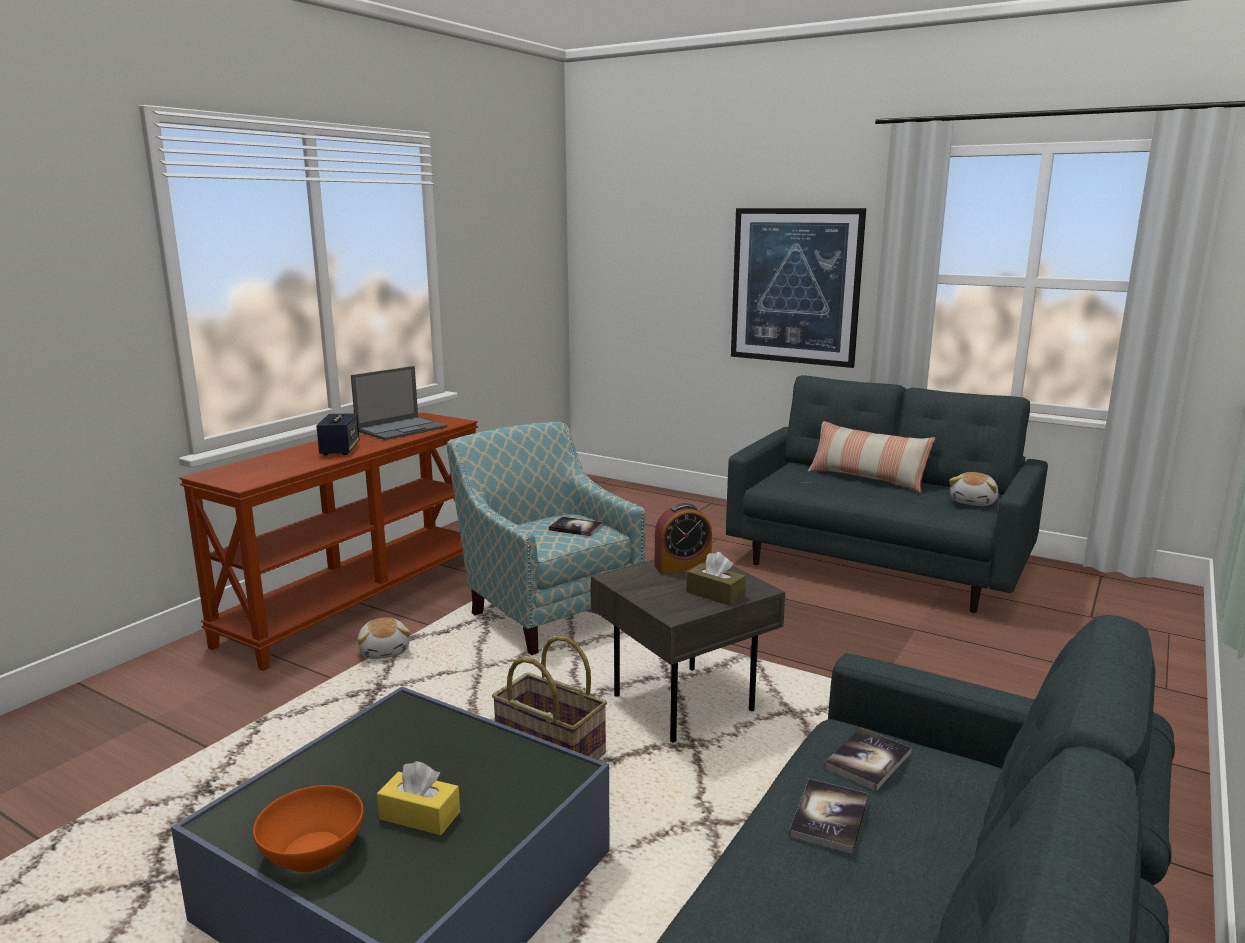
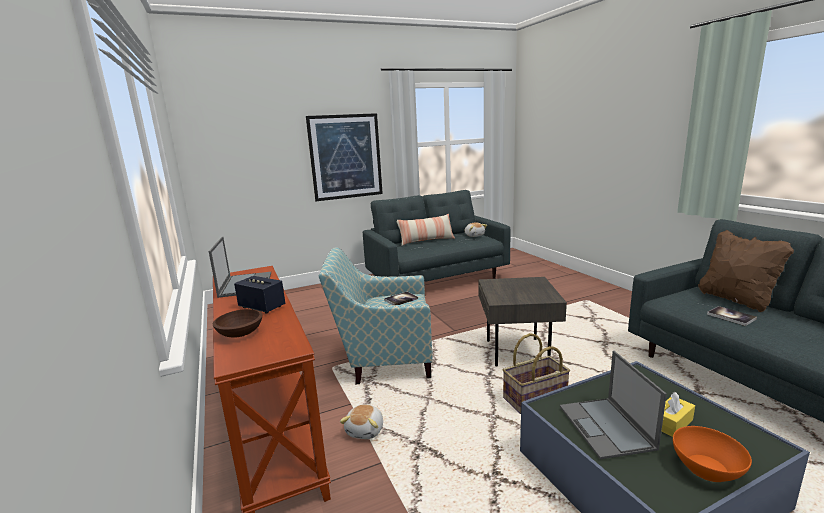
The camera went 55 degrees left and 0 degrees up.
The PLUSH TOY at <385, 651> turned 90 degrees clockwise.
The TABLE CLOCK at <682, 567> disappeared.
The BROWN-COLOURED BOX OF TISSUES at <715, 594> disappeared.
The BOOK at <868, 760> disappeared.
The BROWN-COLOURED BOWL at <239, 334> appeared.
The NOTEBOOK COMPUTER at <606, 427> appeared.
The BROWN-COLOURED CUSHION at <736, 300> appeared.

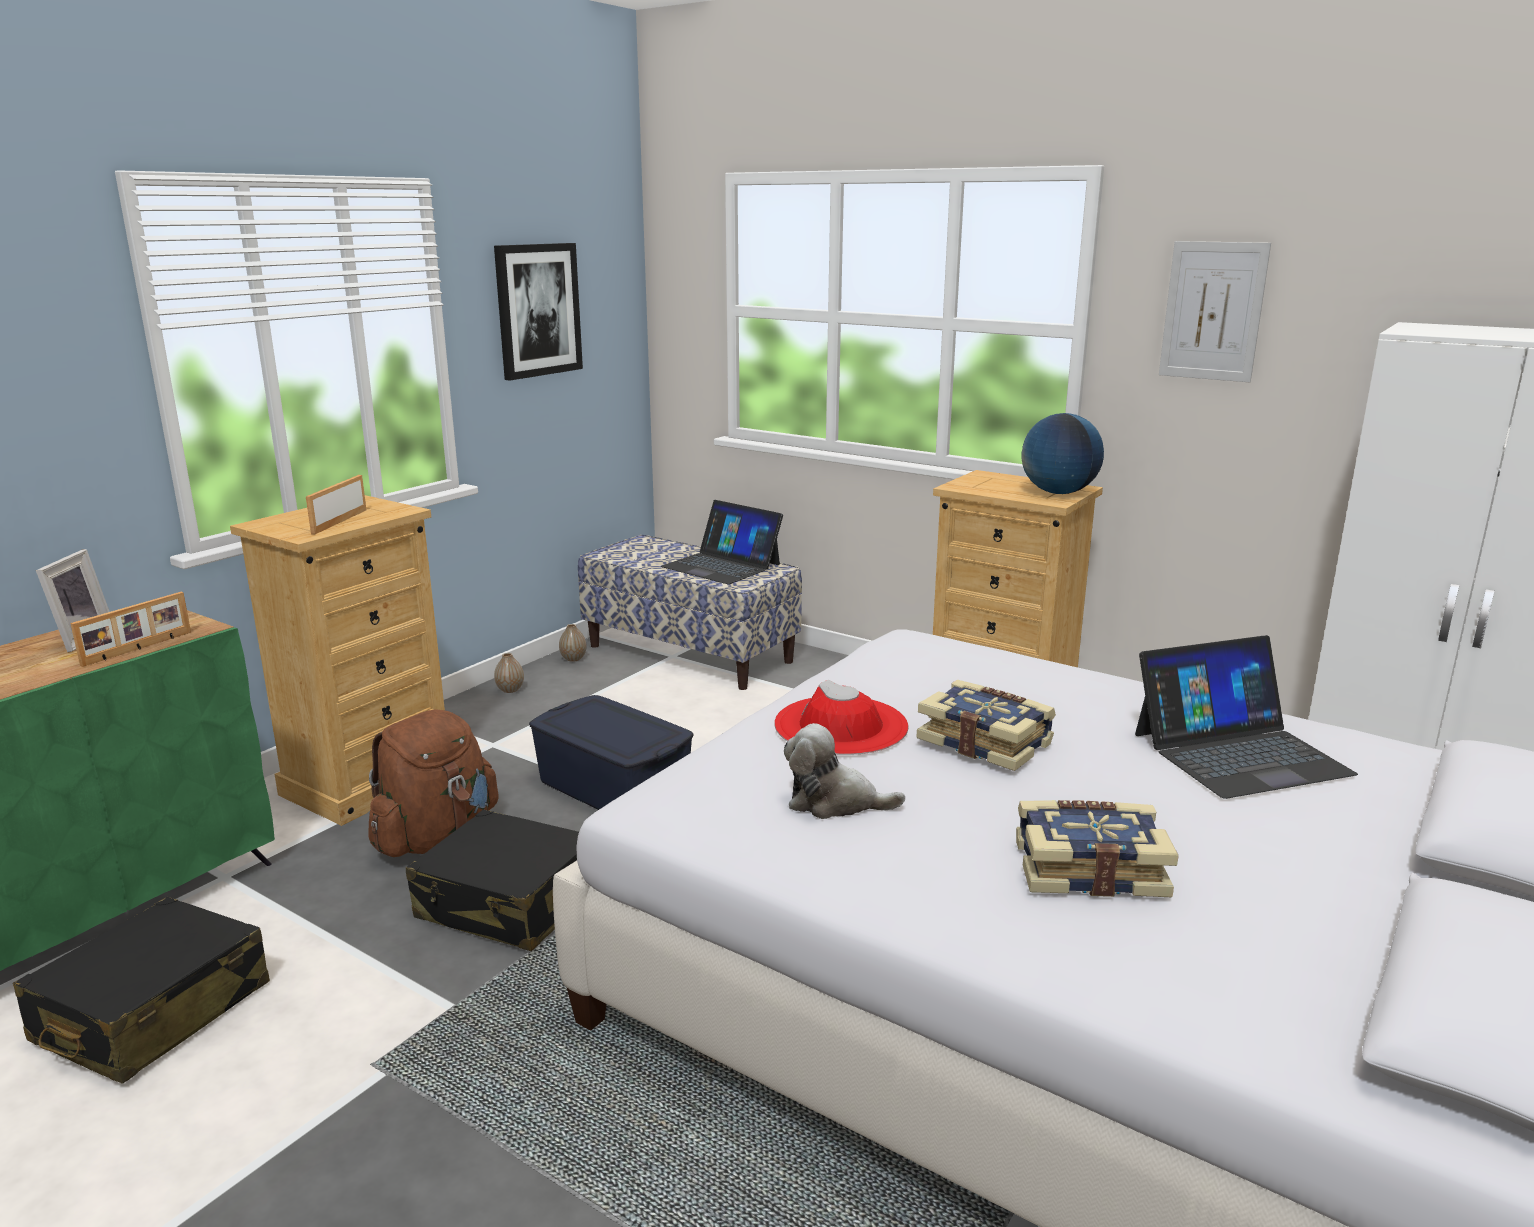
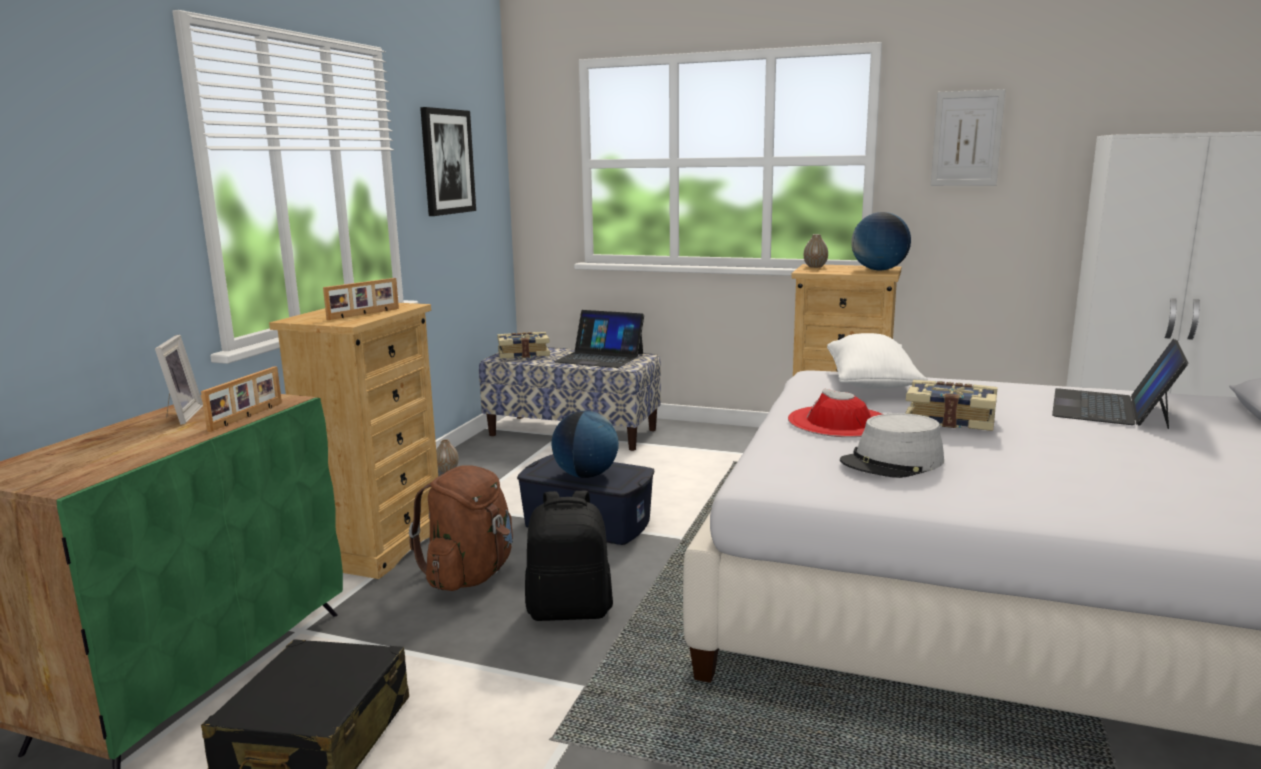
The camera went 15 degrees left and 5 degrees down.
The STANDING FRAME at <338, 521> turned 135 degrees counterclockwise.
The BLACK-COLOURED SUITCASE at <509, 903> was replaced by the BLACK-COLOURED BACKPACK at <570, 610>.
The FLOWER VASE moved from <573, 659> to <815, 267>.
The PLUSH TOY at <834, 802> was replaced by the GREYISH WEARABLE HAT at <892, 462>.
The BOOK moved from <1089, 868> to <523, 354>.
The NOTEBOOK COMPUTER at <1239, 753> turned 150 degrees clockwise.
The WORLD GLOBE at <586, 475> appeared.
The WHITISH CUSHION at <871, 383> appeared.

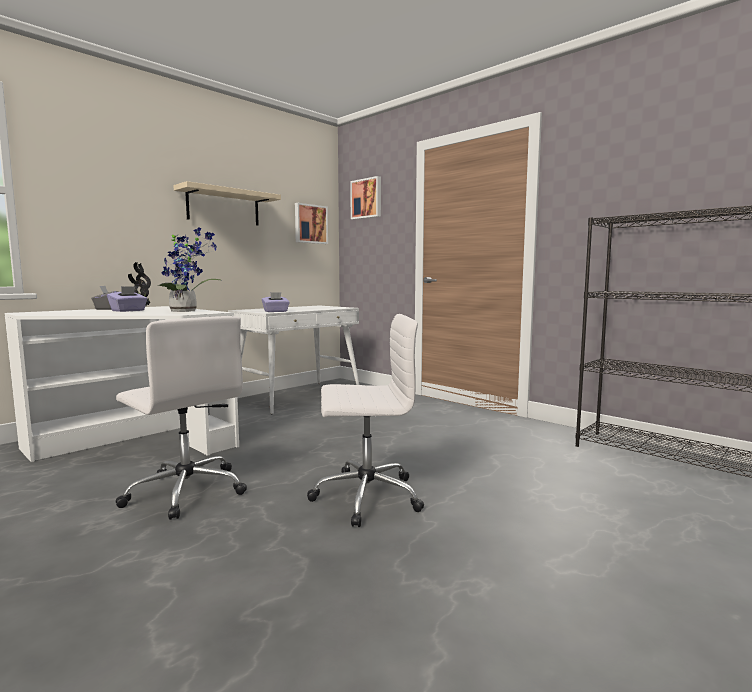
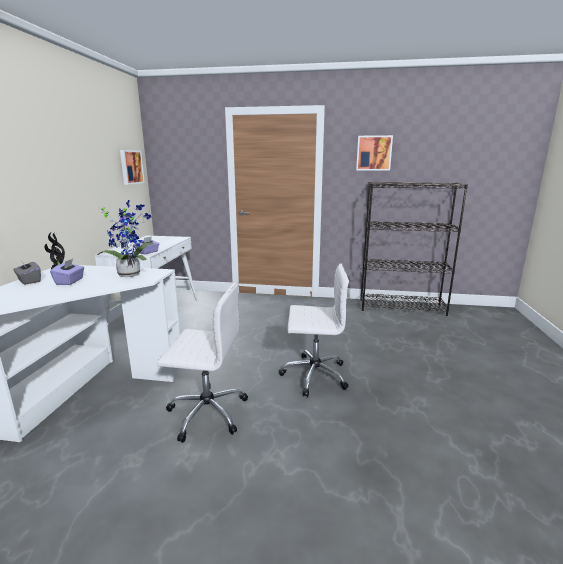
The camera went 35 degrees left and 10 degrees up.
The BEIGE BRACKET SHELF at <223, 207> disappeared.
The WHITISH DESK CHAIR at <365, 496> turned 45 degrees clockwise.
The WALL PICTURE moved from <367, 198> to <374, 153>.

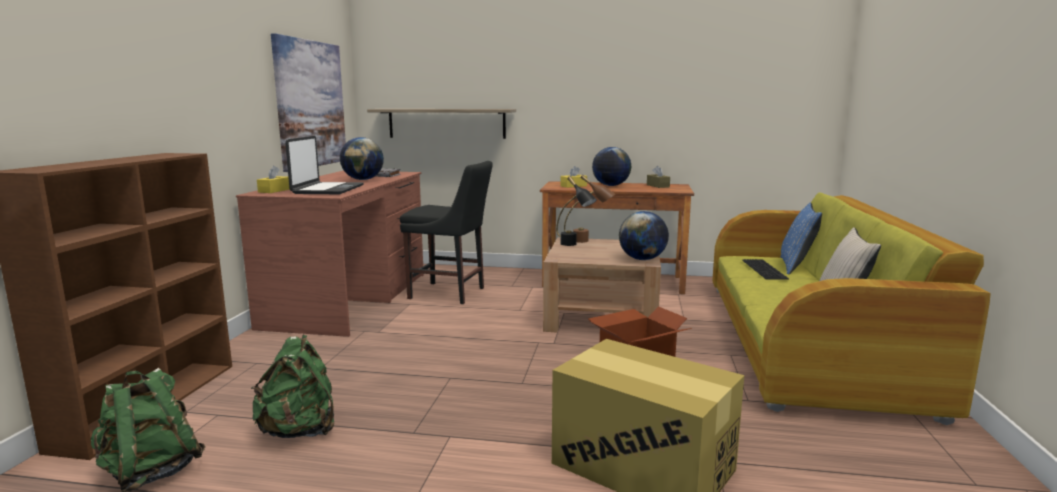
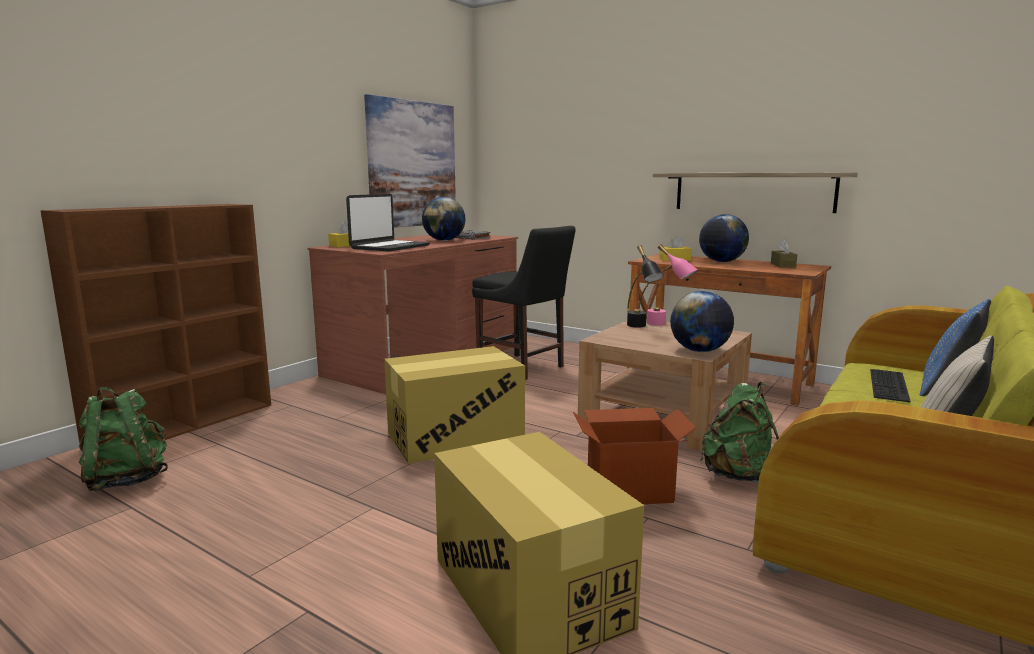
The camera went 25 degrees right and 0 degrees up.
The GREEN BACKPACK moved from <299, 431> to <739, 476>.
The BRACKET SHELF moved from <446, 123> to <752, 192>.
The BROWN-COLOURED TABLE LAMP at <588, 241> became the PINKISH TABLE LAMP at <664, 324>.
The PACKING BOX at <454, 437> appeared.

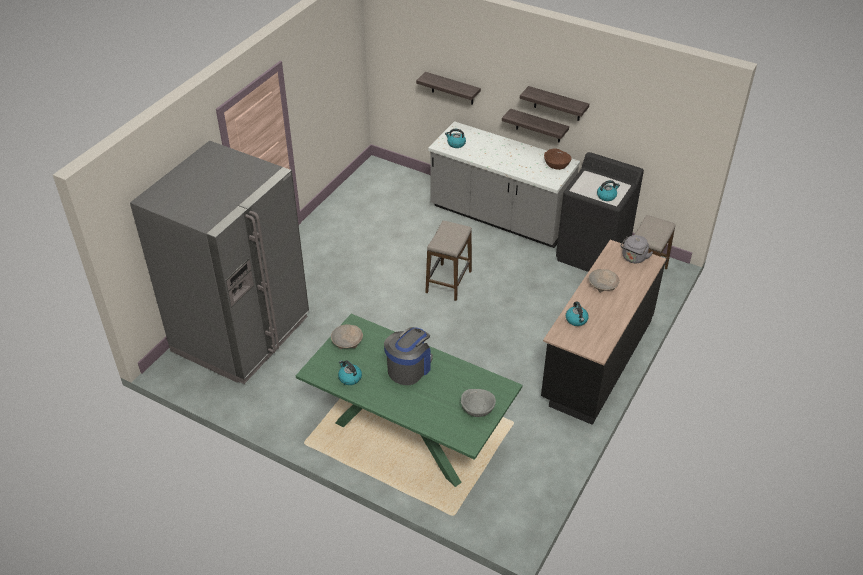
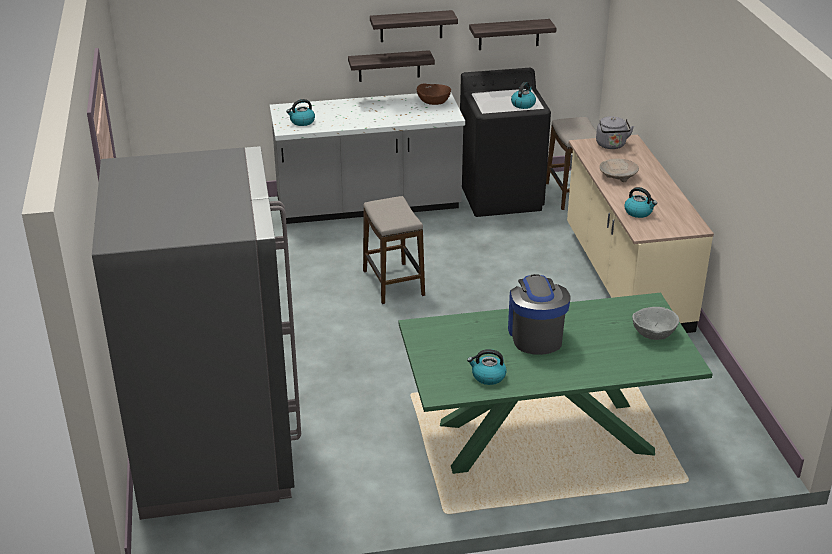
The camera went 40 degrees left and 10 degrees down.
The BEIGE BOWL at <347, 341> disappeared.
The BRACKET SHELF moved from <452, 88> to <509, 34>.
The BLACK-COLOURED KITCHEN COUNTER at <596, 359> became the BEIGE KITCHEN COUNTER at <625, 278>.

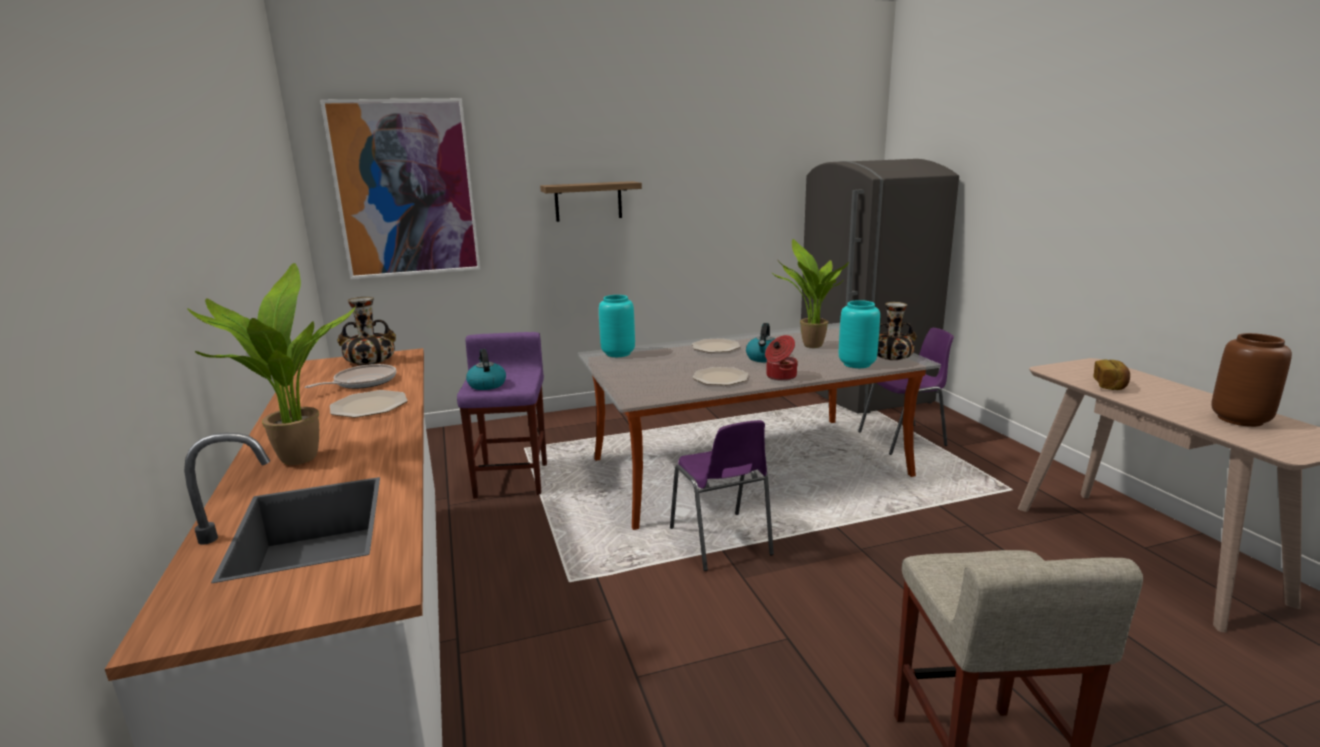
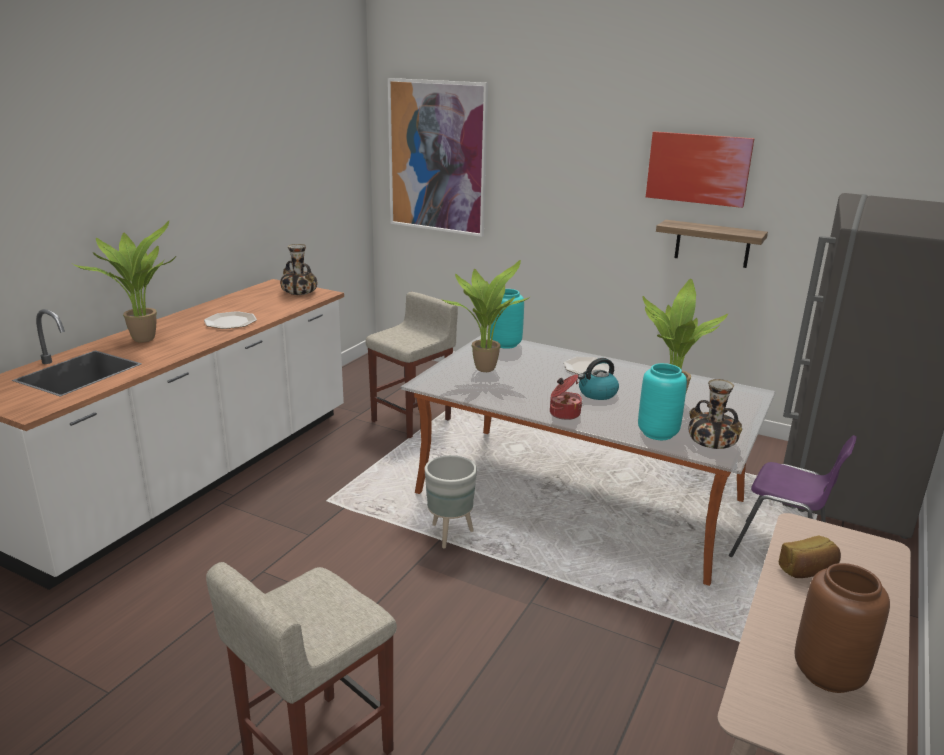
The camera went 45 degrees right and 5 degrees up.
The FRYING PAN at <362, 382> disappeared.
The PURPLE STOOL SEAT at <512, 480> became the BEIGE STOOL SEAT at <412, 420>.
The KETTLE at <486, 384> disappeared.
The BRACKET SHELF moved from <588, 201> to <712, 244>.
The PURPLE CHAIR at <721, 542> was replaced by the GREYISH PLANT POT at <449, 534>.
The FLAT DISH at <720, 377> disappeared.
The HOUSEPLANT at <484, 368> appeared.
The WALL PICTURE at <698, 168> appeared.

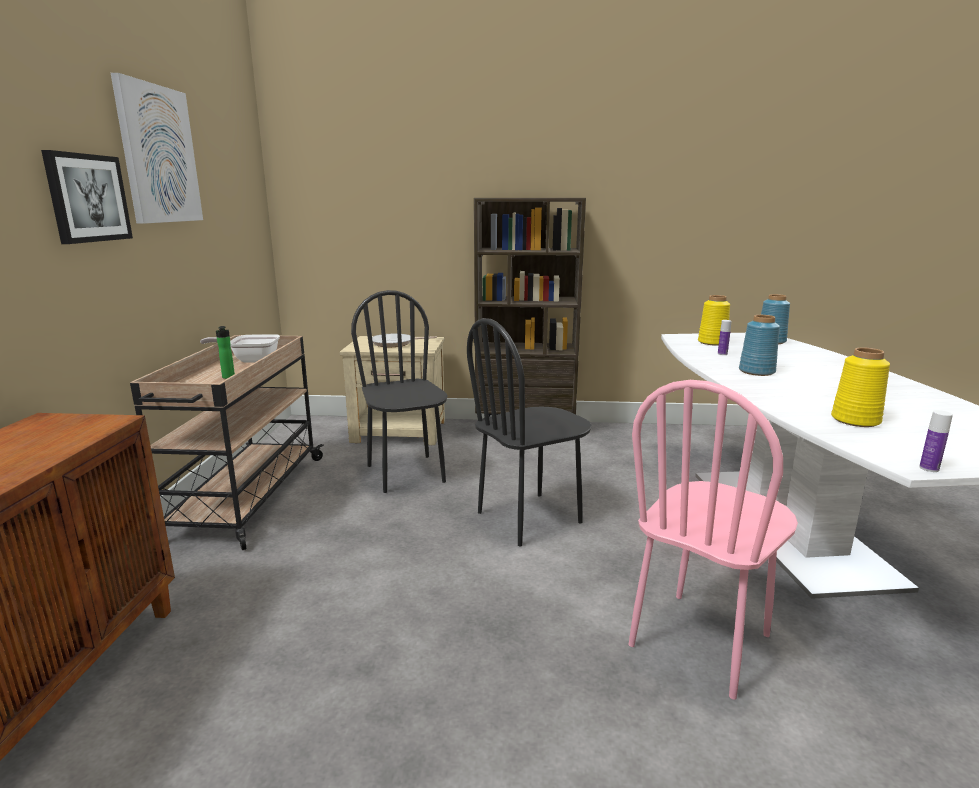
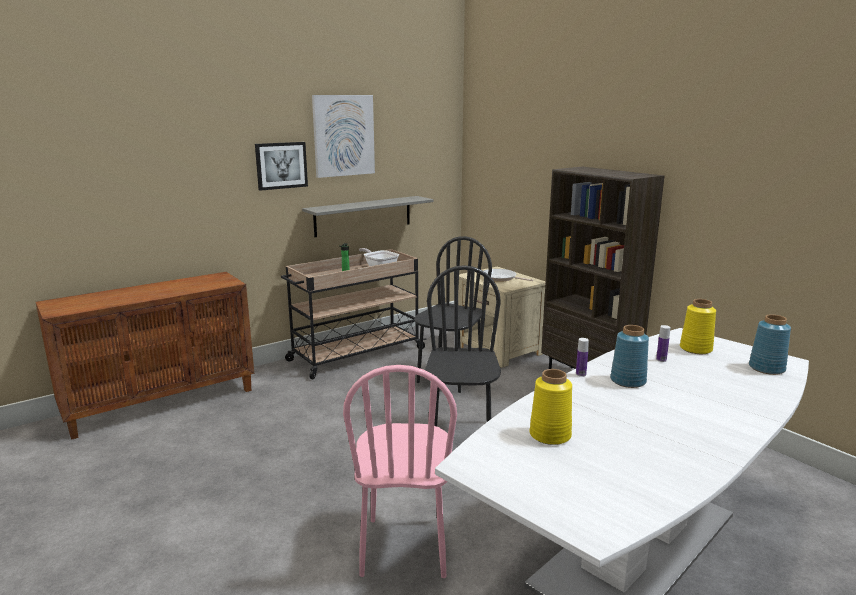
The camera went 50 degrees right and 0 degrees up.
The BLACK-COLOURED CHAIR at <529, 518> turned 75 degrees clockwise.
The PINKISH CHAIR at <701, 641> turned 90 degrees counterclockwise.
The BOTTLE moved from <929, 468> to <581, 374>.
The GREYISH BRACKET SHELF at <363, 216> appeared.

